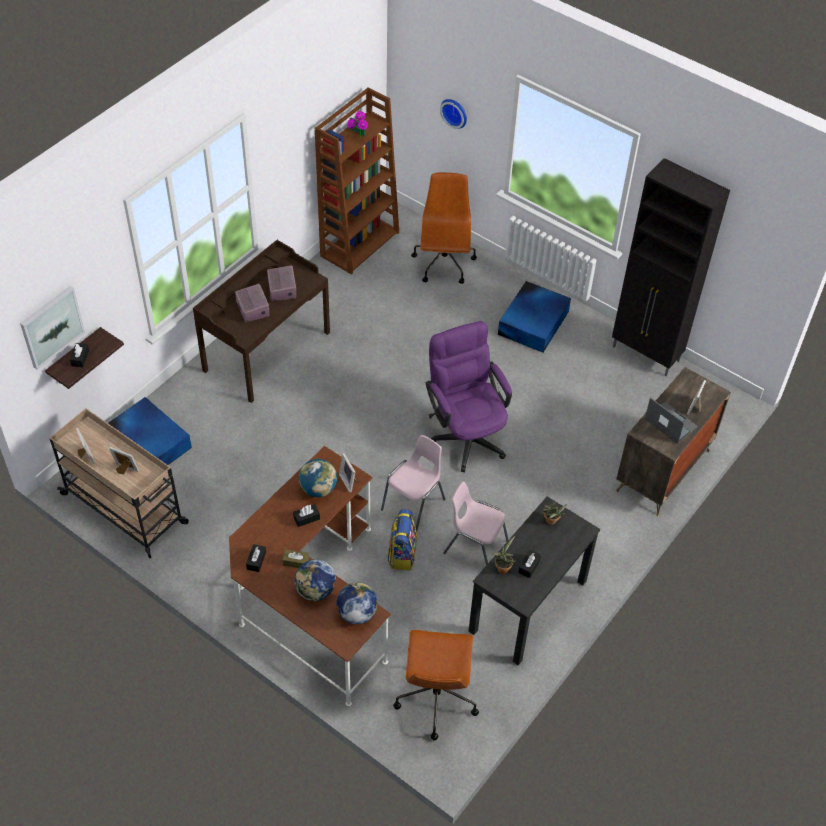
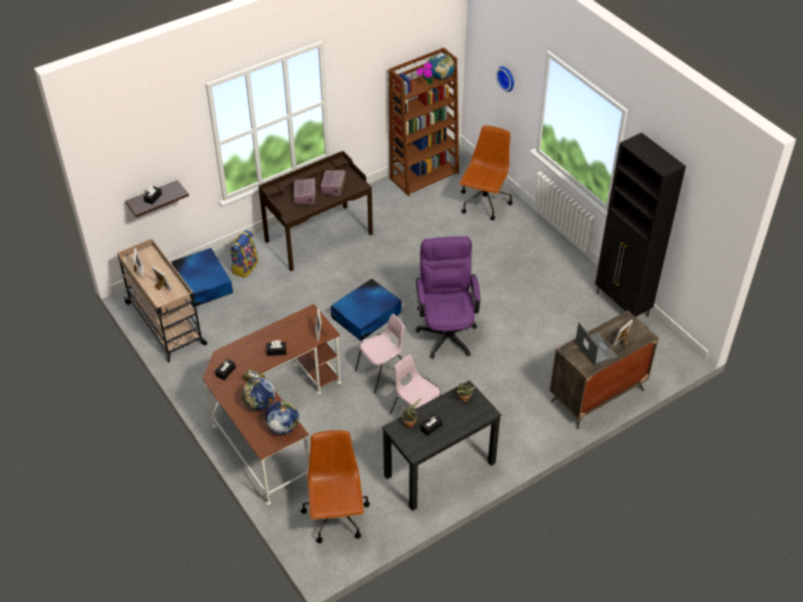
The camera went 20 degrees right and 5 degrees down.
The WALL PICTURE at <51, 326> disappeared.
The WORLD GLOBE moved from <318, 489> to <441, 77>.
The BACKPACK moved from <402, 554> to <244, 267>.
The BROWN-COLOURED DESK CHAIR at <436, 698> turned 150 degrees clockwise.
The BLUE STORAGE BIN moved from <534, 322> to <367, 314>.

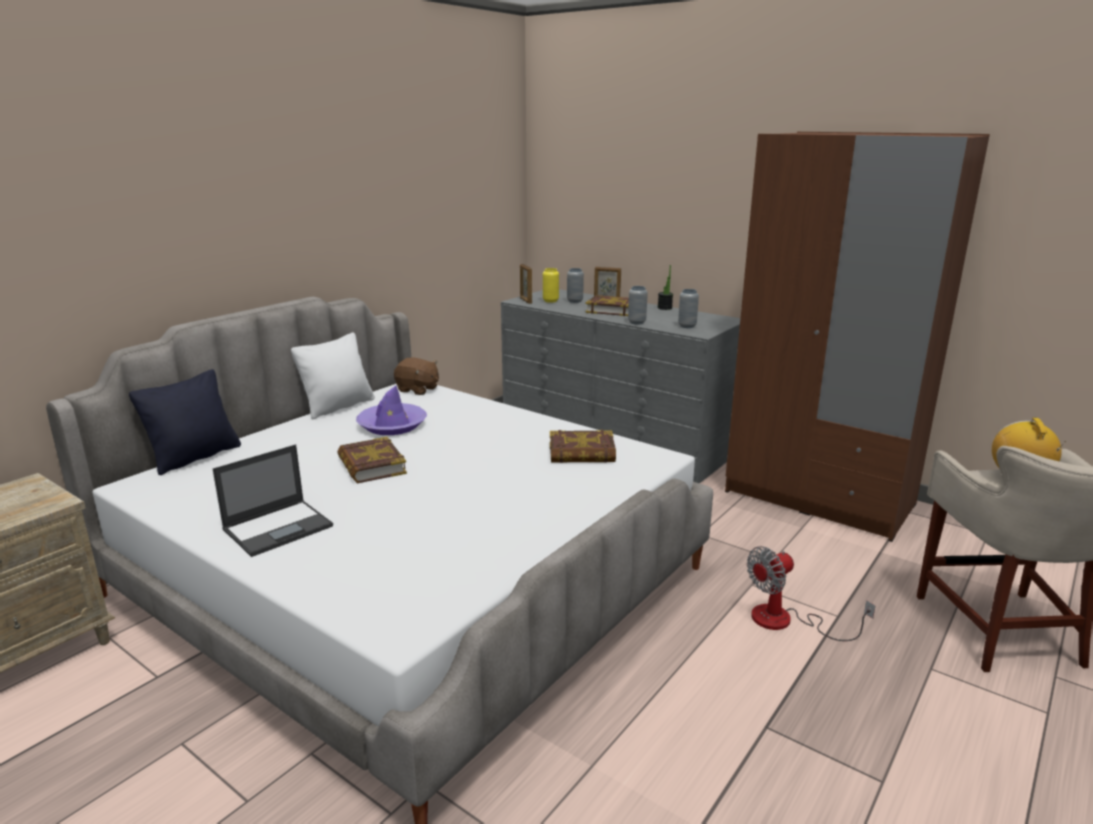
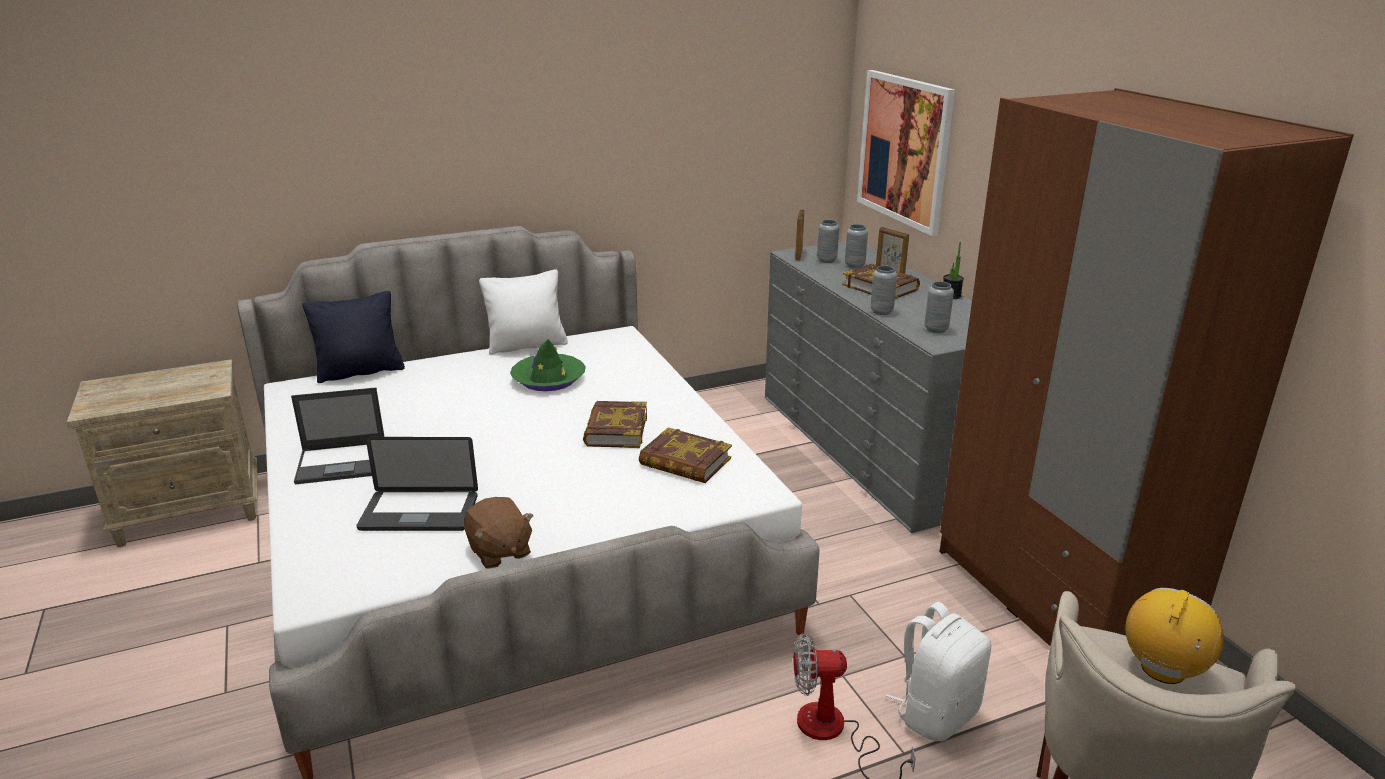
The camera went 30 degrees right and 5 degrees up.
The BOOK moved from <371, 466> to <615, 430>.
The PURPLE WEARABLE HAT at <392, 425> became the GREEN WEARABLE HAT at <548, 379>.
The BROWN-COLOURED PLUSH TOY moved from <417, 389> to <499, 551>.
The YELLOW-COLOURED FLOWER VASE at <550, 301> became the GREYISH FLOWER VASE at <826, 260>.
The NOTEBOOK COMPUTER at <419, 513> appeared.
The WALL PICTURE at <904, 150> appeared.
The WHITISH BACKPACK at <936, 713> appeared.

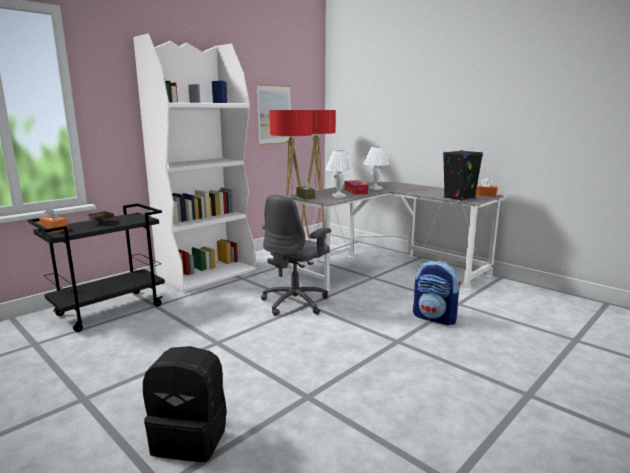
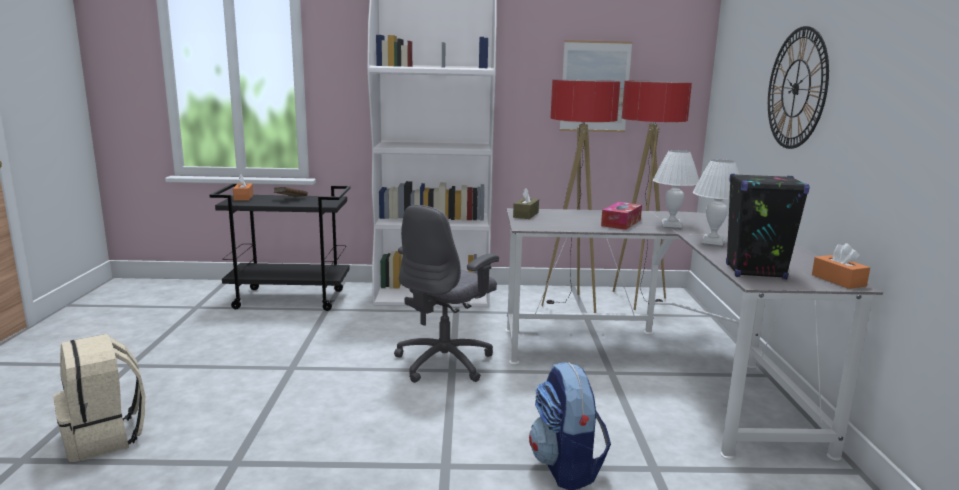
The camera went 45 degrees right and 0 degrees up.
The BLACK-COLOURED BACKPACK at <191, 438> became the BEIGE BACKPACK at <105, 438>.
The GREYISH DESK CHAIR at <296, 303> turned 45 degrees counterclockwise.
The WHITISH TABLE LAMP moved from <339, 196> to <713, 242>.
The CLOCK ON THE WALL at <796, 88> appeared.

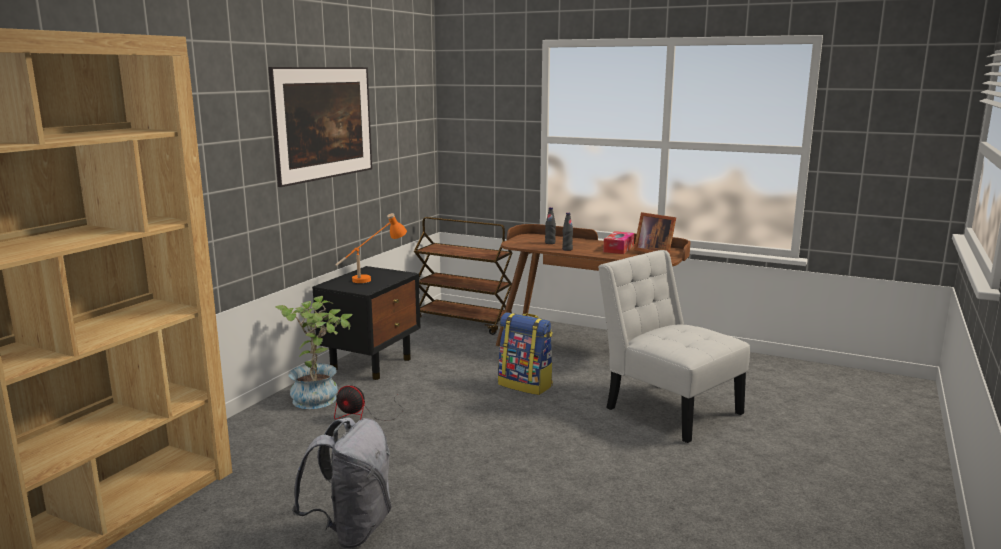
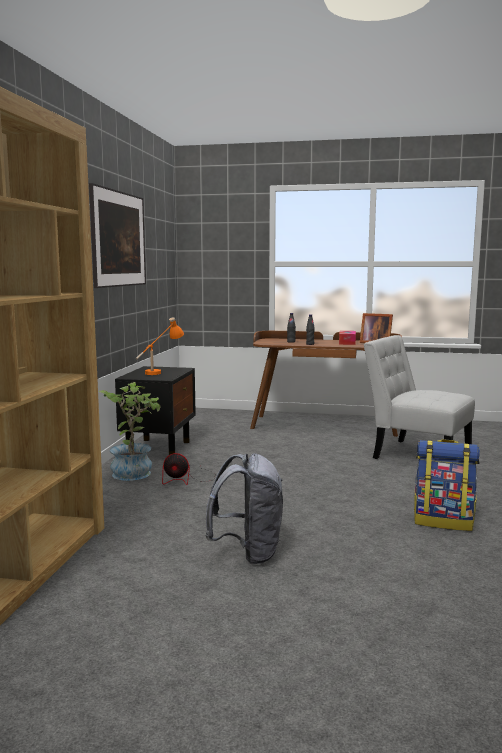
The camera went 15 degrees left and 5 degrees down.
The BROWN-COLOURED WHEELED CART at <464, 322> disappeared.
The BACKPACK moved from <526, 385> to <443, 521>.

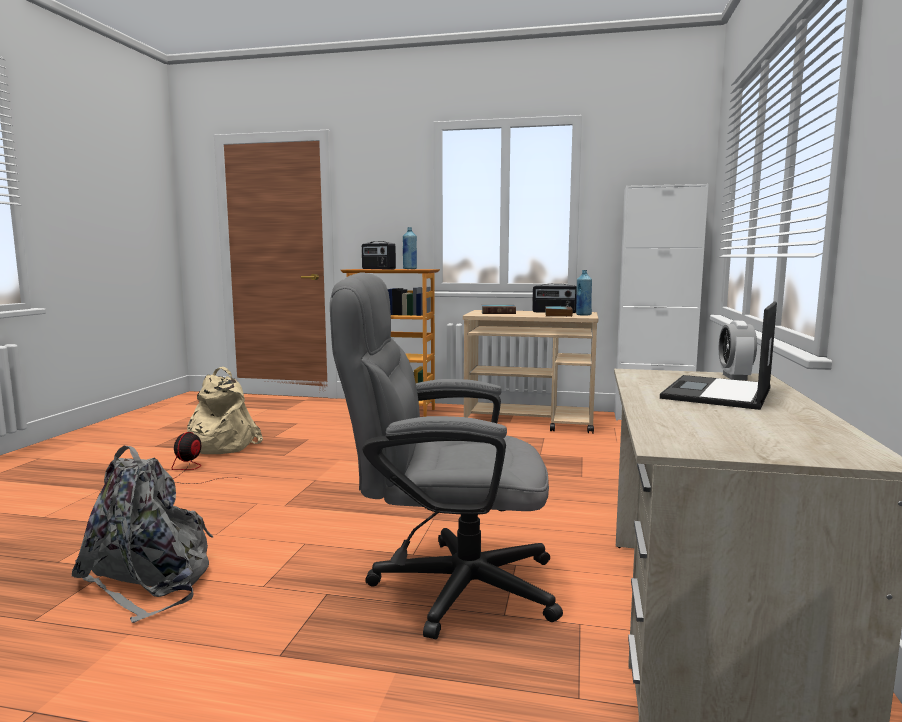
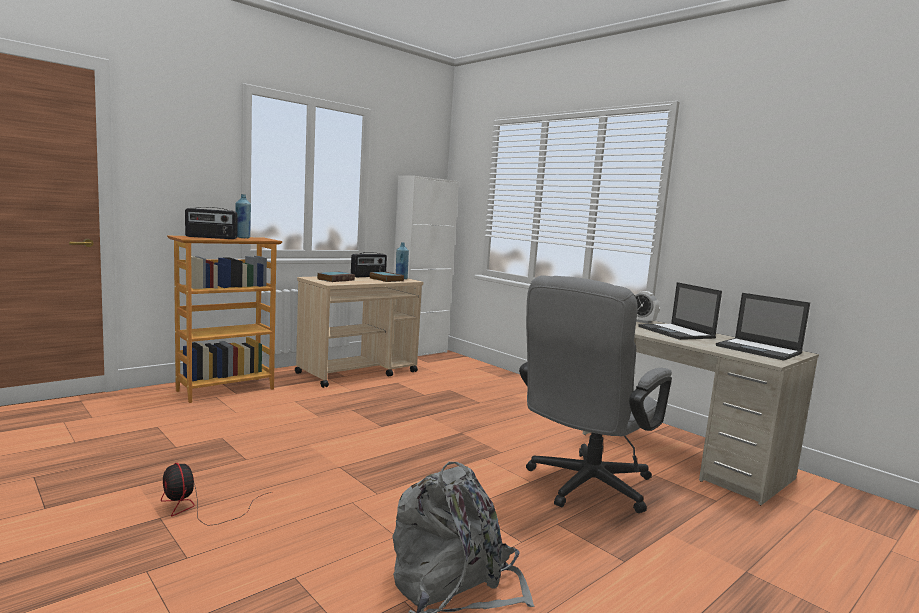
The camera went 55 degrees left and 0 degrees up.
The BEIGE BACKPACK at <218, 445> disappeared.
The NOTEBOOK COMPUTER at <759, 350> appeared.

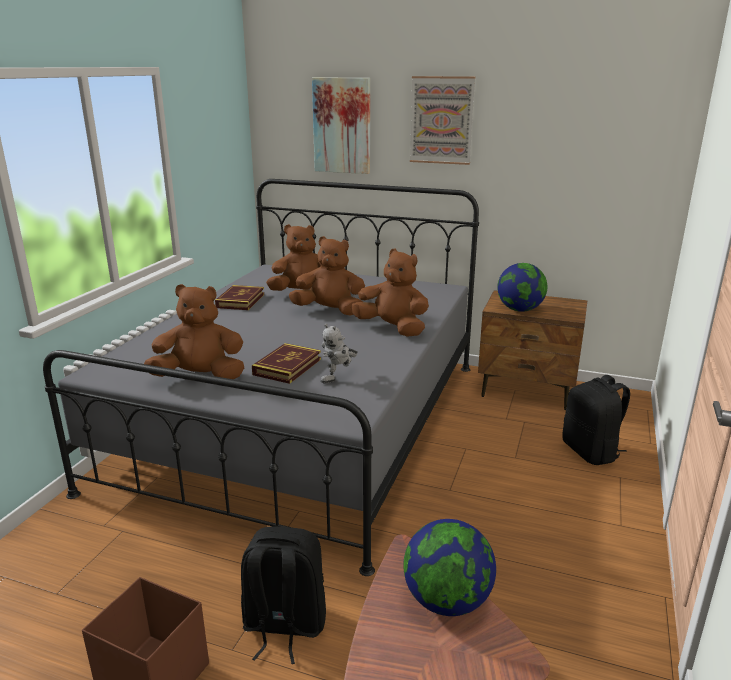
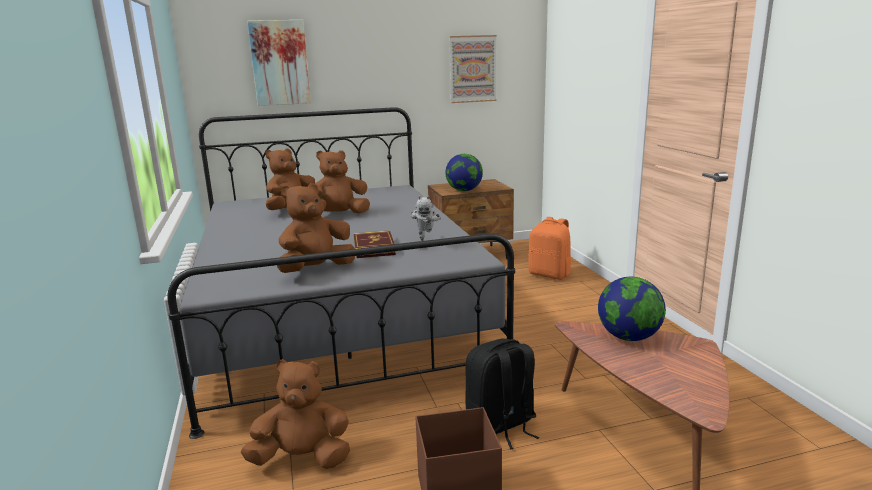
The camera went 35 degrees left and 5 degrees down.
The BOOK at <240, 301> disappeared.
The BROWN-COLOURED PLUSH TOY moved from <392, 328> to <302, 458>.
The WALL PICTURE moved from <441, 120> to <472, 69>.
The BLACK-COLOURED BACKPACK at <591, 452> became the ORANGE BACKPACK at <550, 274>.

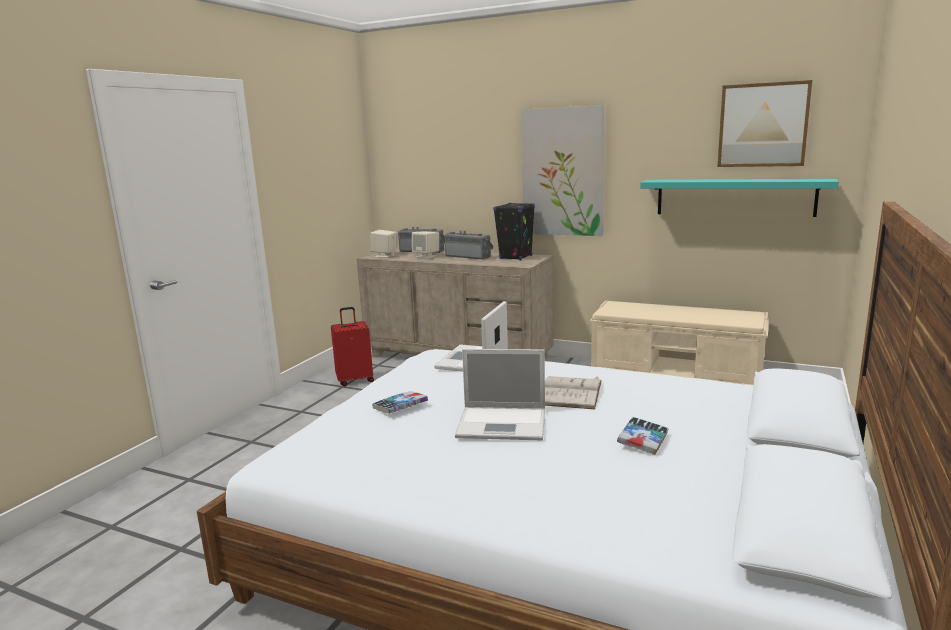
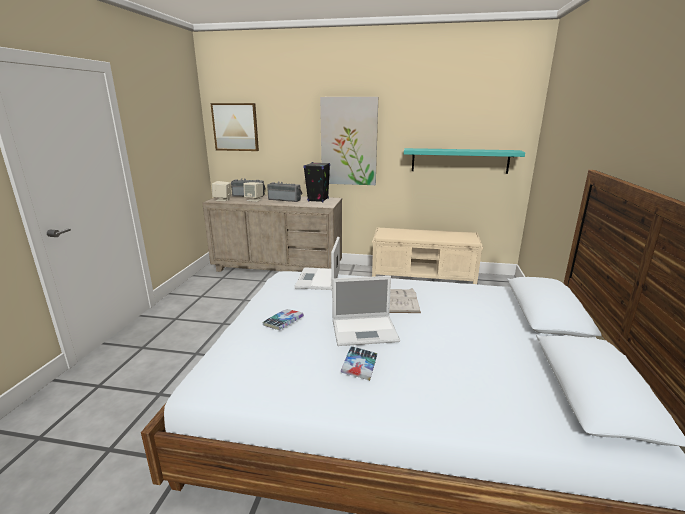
The camera went 15 degrees left and 5 degrees up.
The REDDISH SUITCASE at <355, 380> disappeared.
The BOOK moved from <643, 440> to <359, 366>.
The WALL PICTURE moved from <763, 125> to <235, 127>.

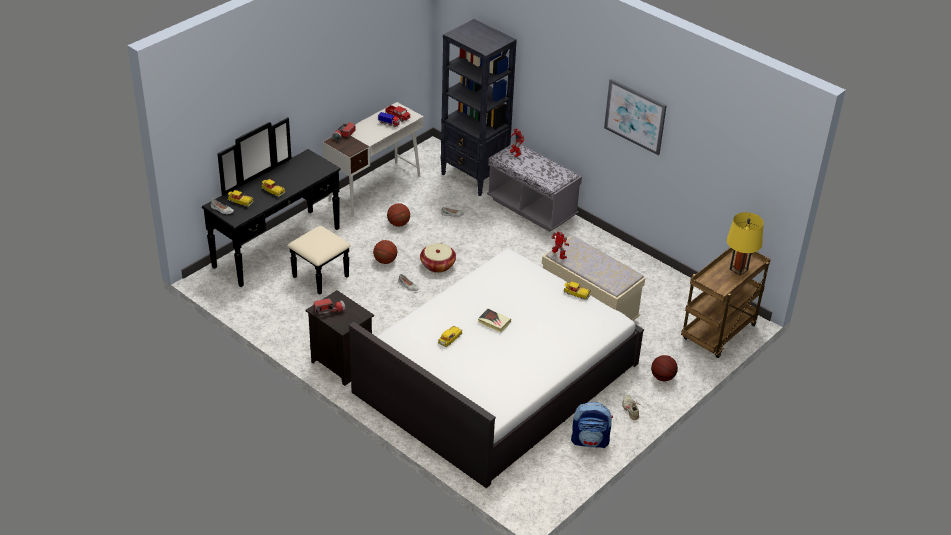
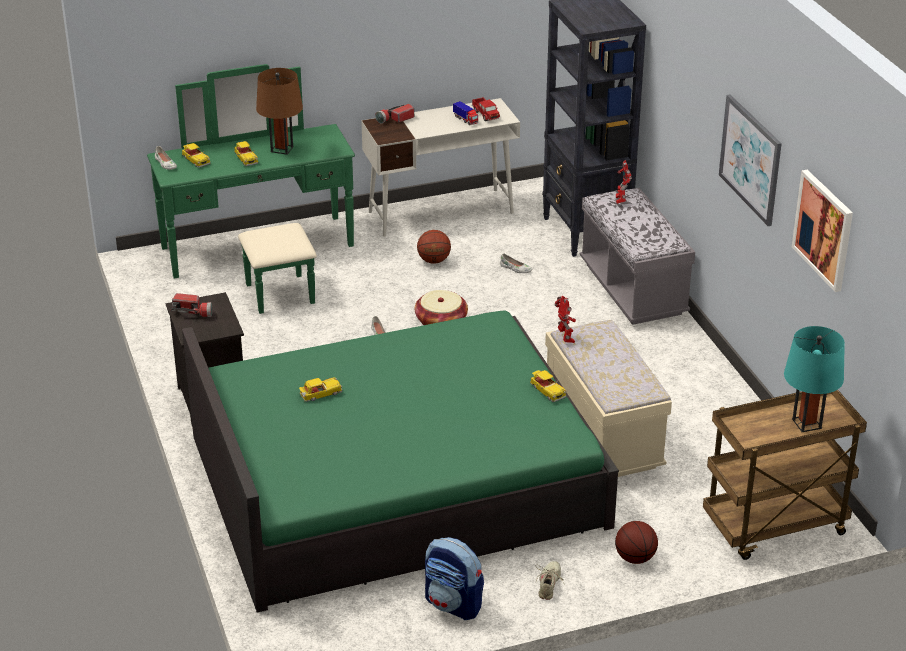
The camera went 30 degrees right and 5 degrees down.
The BLACK-COLOURED DRAWER CHEST at <287, 254> became the GREEN DRAWER CHEST at <263, 257>.
The WHITISH BED at <496, 378> became the GREEN BED at <395, 481>.
The BASKETBALL BALL at <385, 261> disappeared.
The BOOK at <494, 322> disappeared.
The YELLOW-COLOURED TABLE LAMP at <738, 269> became the TURQUOISE TABLE LAMP at <806, 423>.
The BROWN-COLOURED TABLE LAMP at <282, 149> appeared.
The WALL PICTURE at <824, 229> appeared.

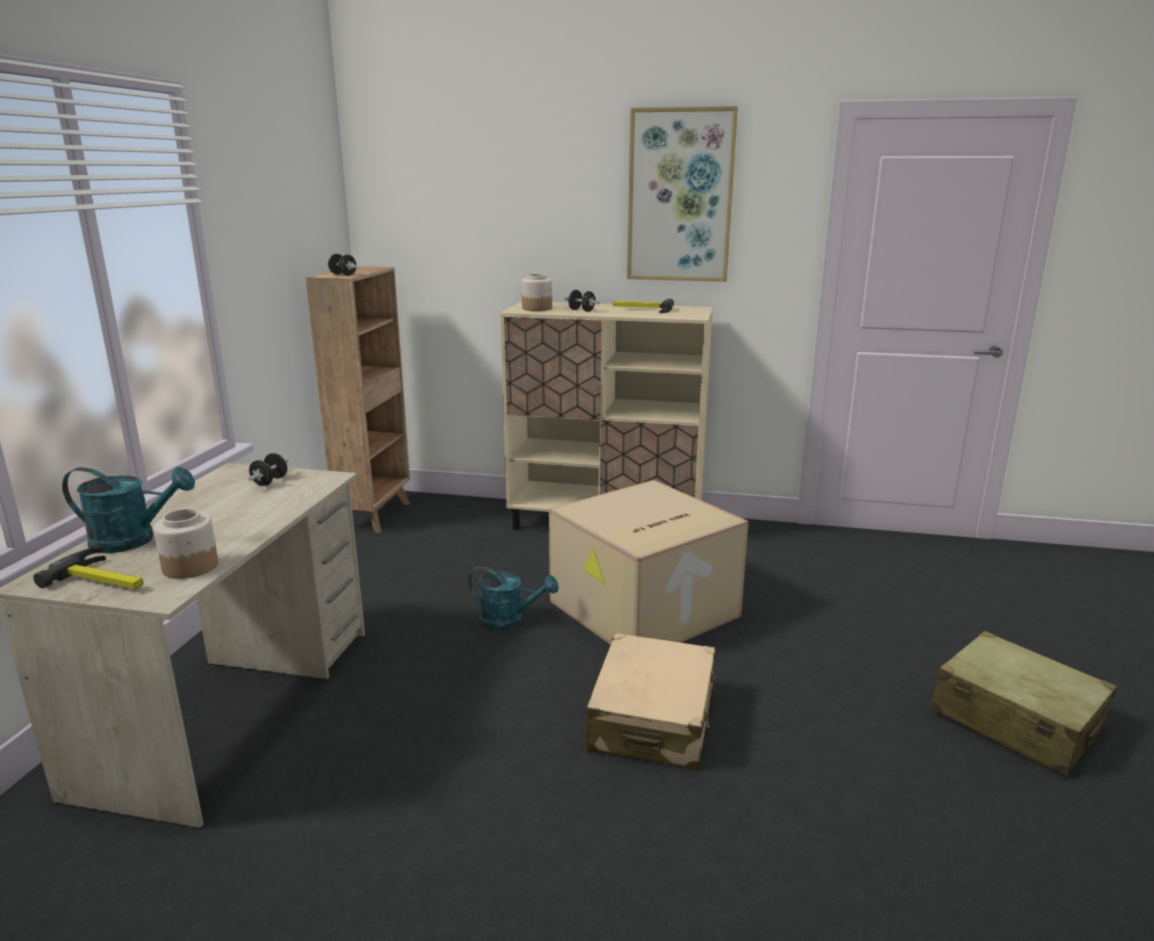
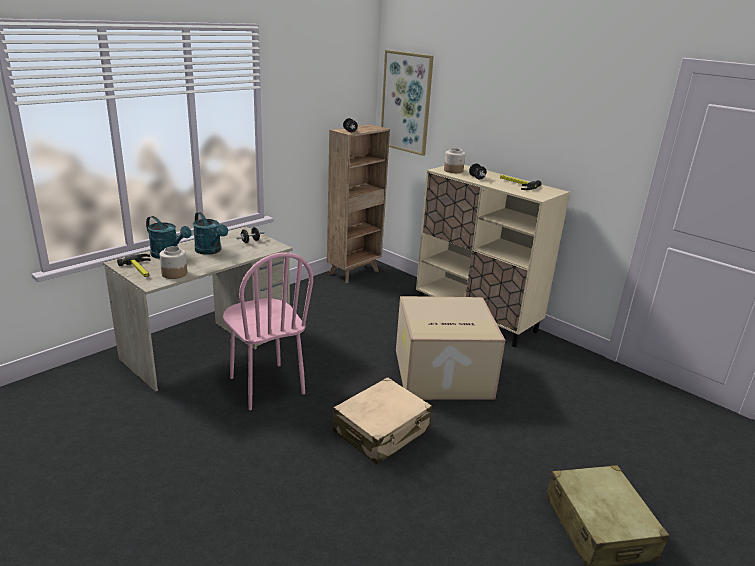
The camera went 30 degrees right and 5 degrees up.
The TURQUOISE SPRINKLING CAN moved from <509, 621> to <211, 251>.
The WALL PICTURE moved from <680, 196> to <406, 102>.
The PINKISH CHAIR at <266, 386> appeared.

